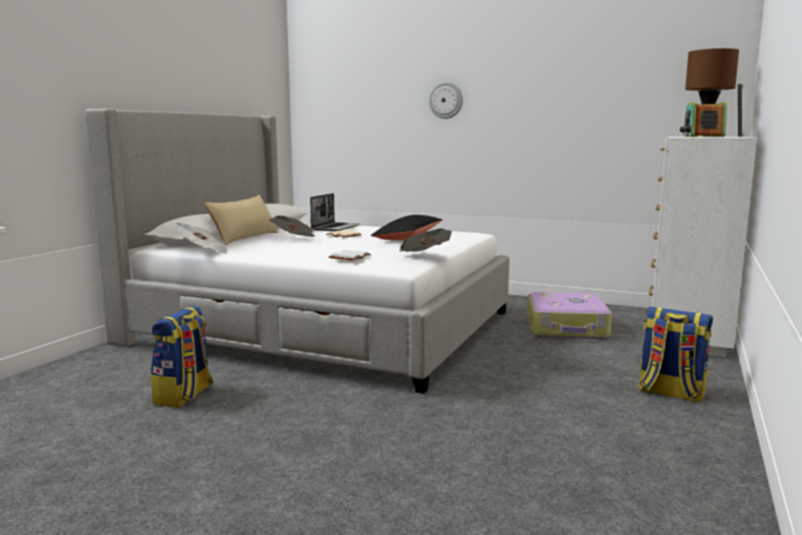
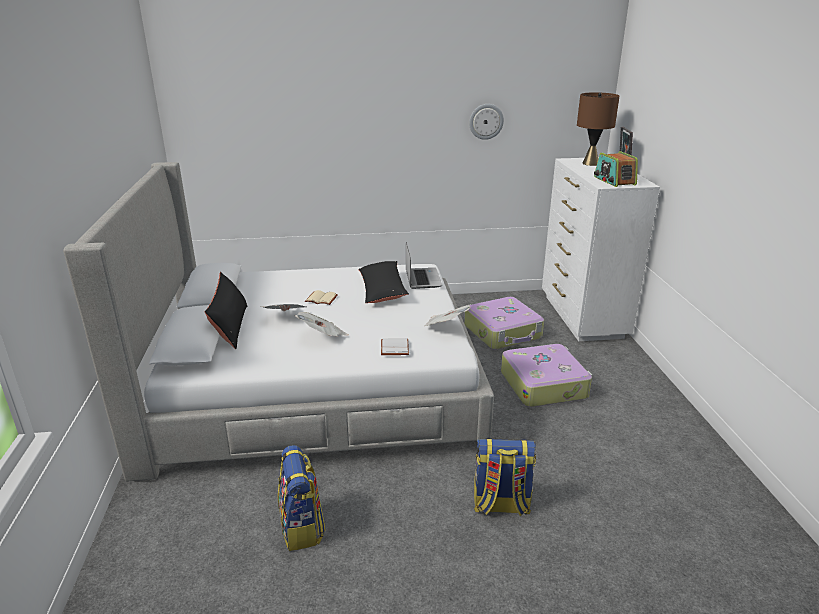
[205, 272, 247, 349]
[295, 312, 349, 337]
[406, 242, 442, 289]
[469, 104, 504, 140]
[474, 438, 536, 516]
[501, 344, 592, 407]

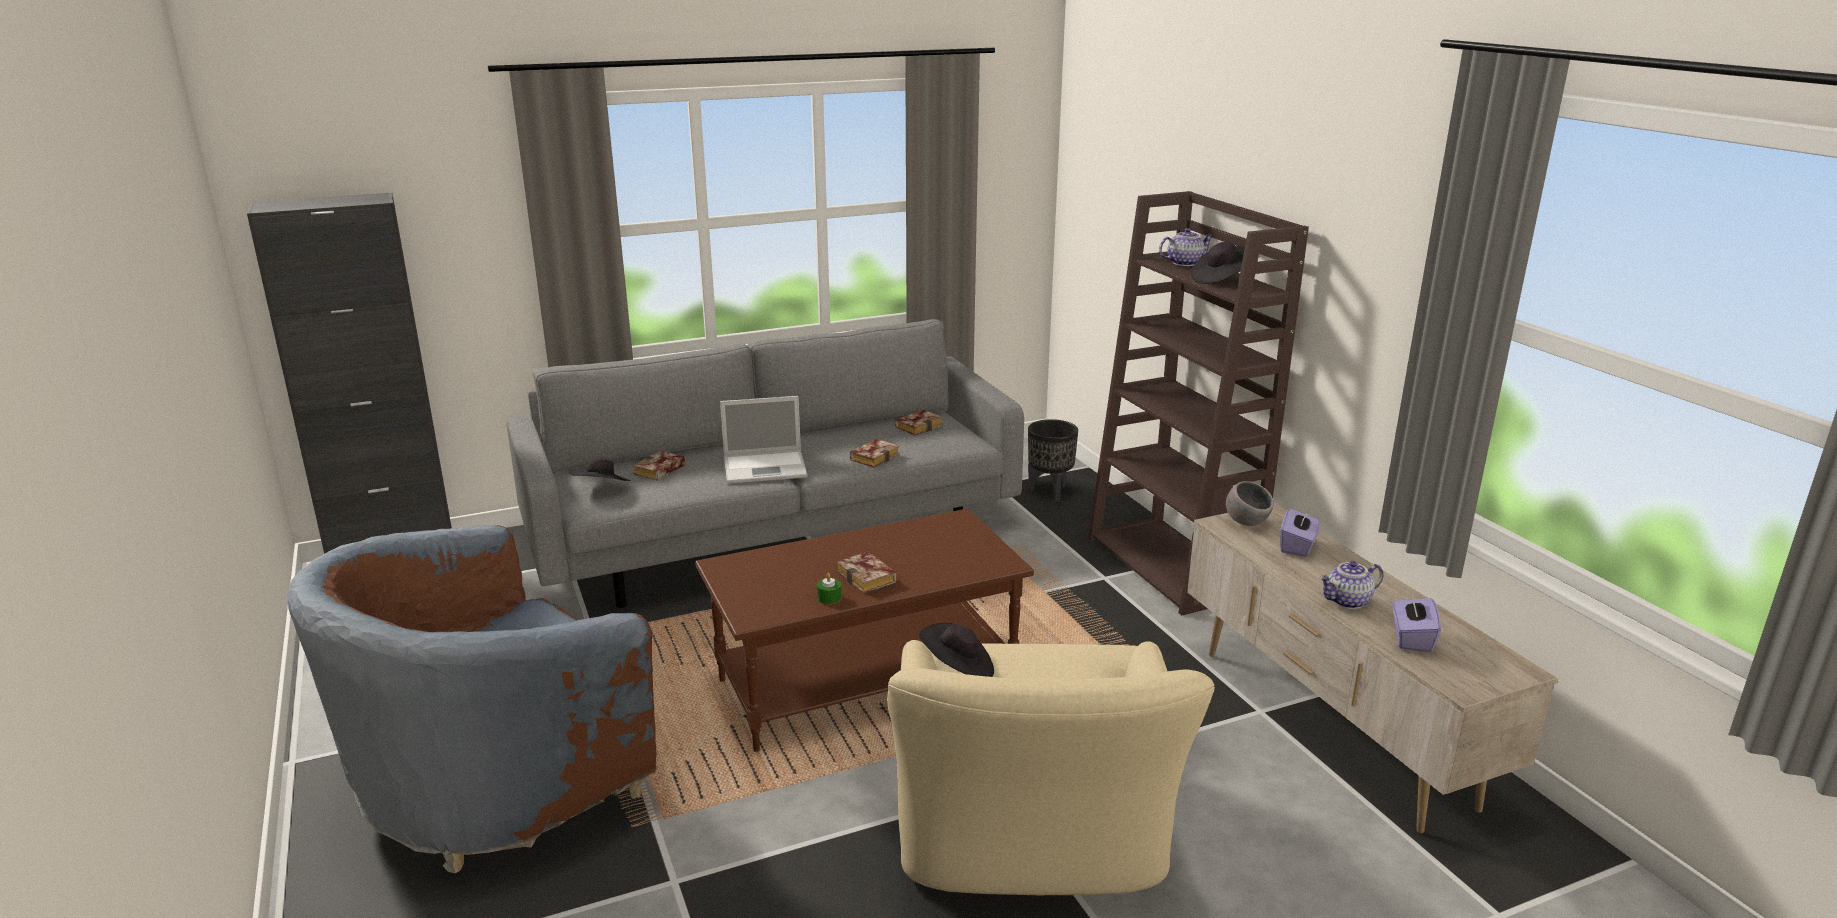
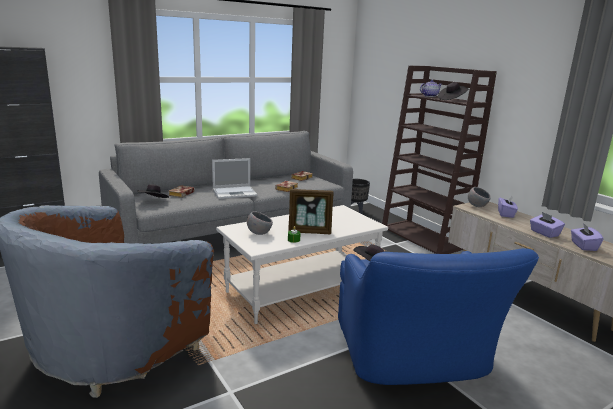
[216, 205, 388, 324]
[247, 211, 273, 235]
[288, 189, 334, 235]
[338, 248, 539, 385]
[530, 212, 565, 238]

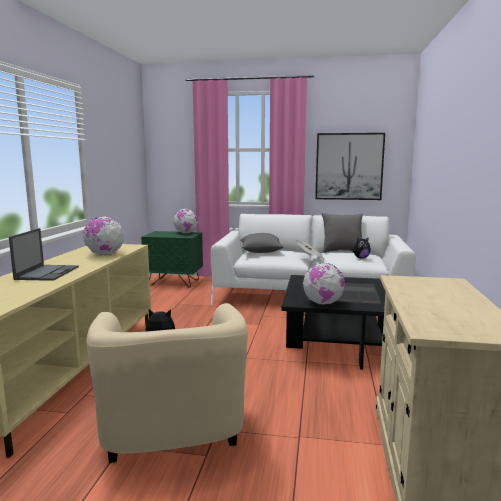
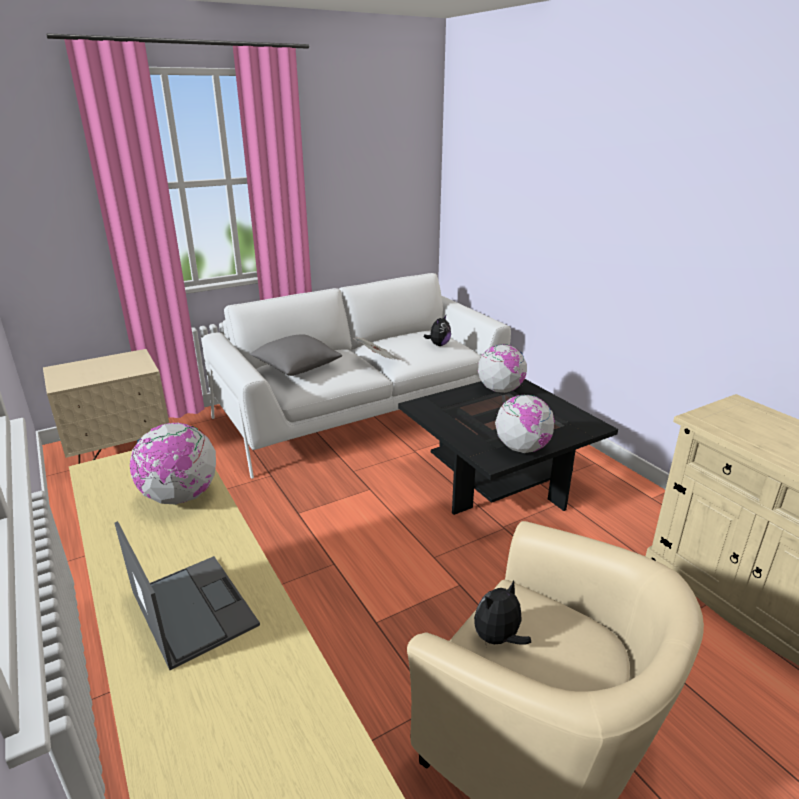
[43, 349, 169, 464]
[478, 344, 527, 393]
[315, 133, 385, 200] (first image)
[322, 213, 363, 253] (first image)

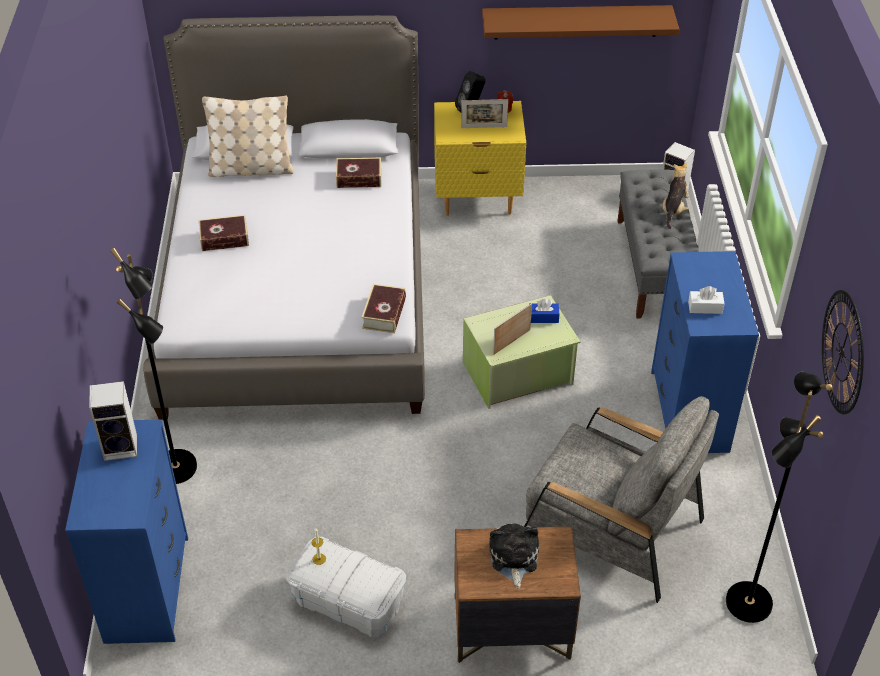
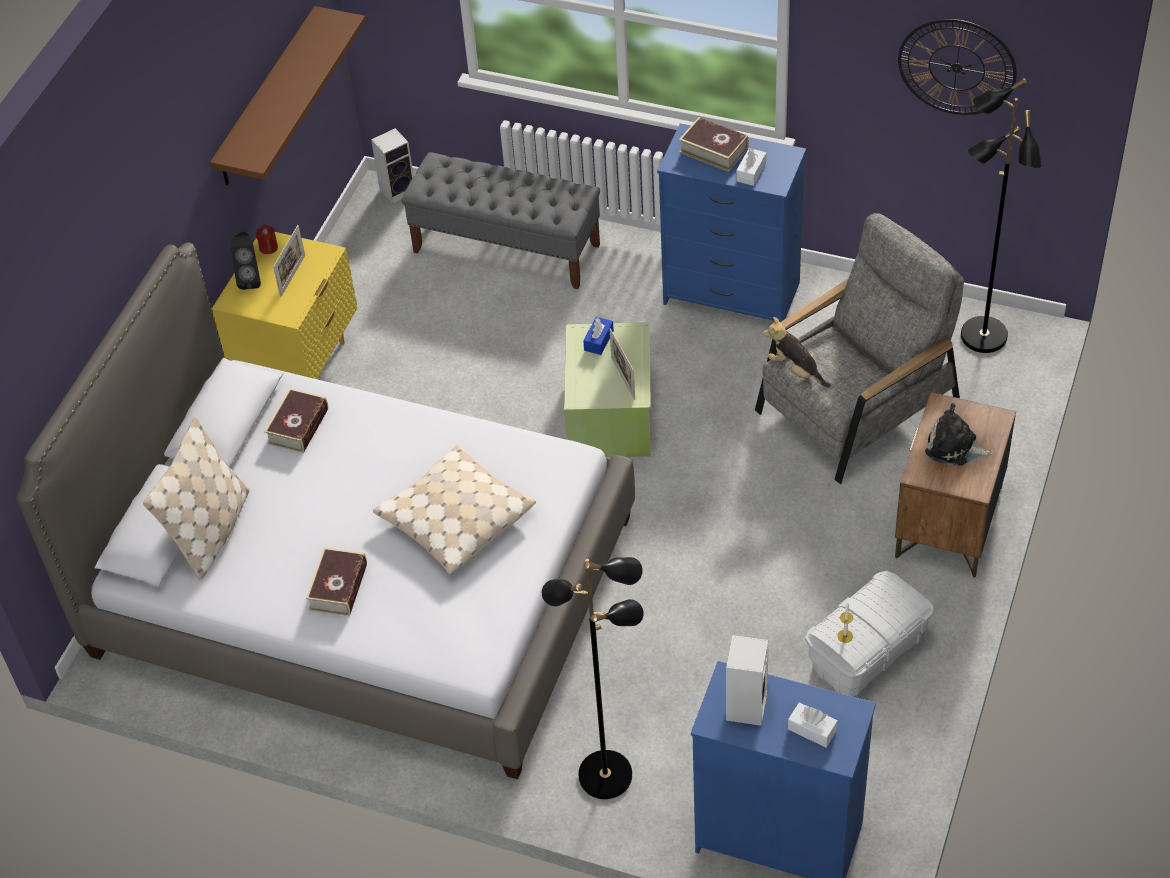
[373, 445, 536, 574]
[679, 117, 748, 172]
[763, 317, 831, 388]
[788, 702, 838, 748]

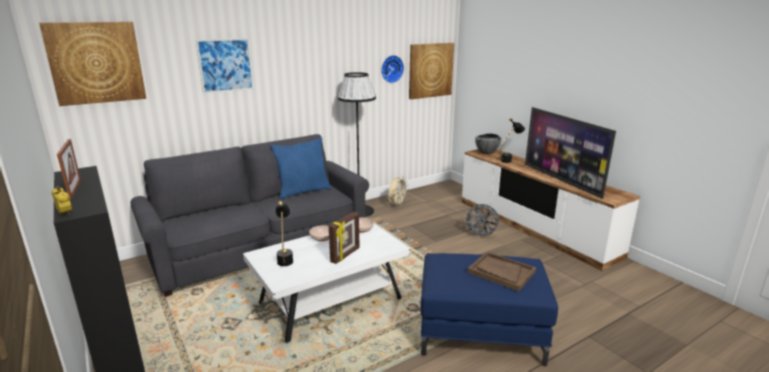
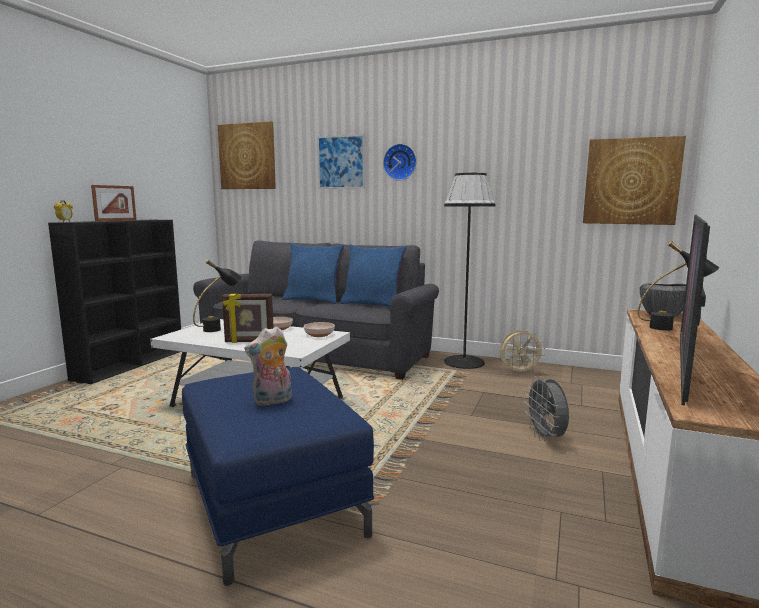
[244, 326, 292, 406]
[282, 243, 344, 304]
[383, 144, 417, 181]

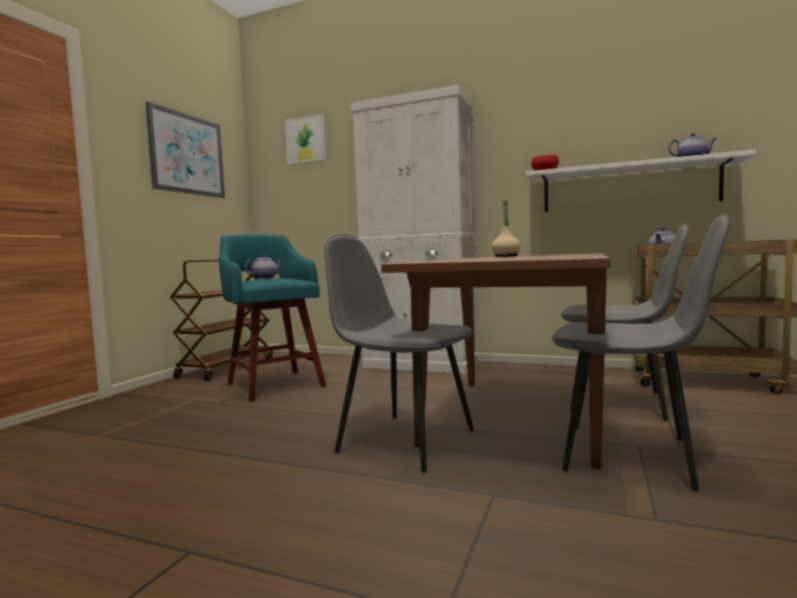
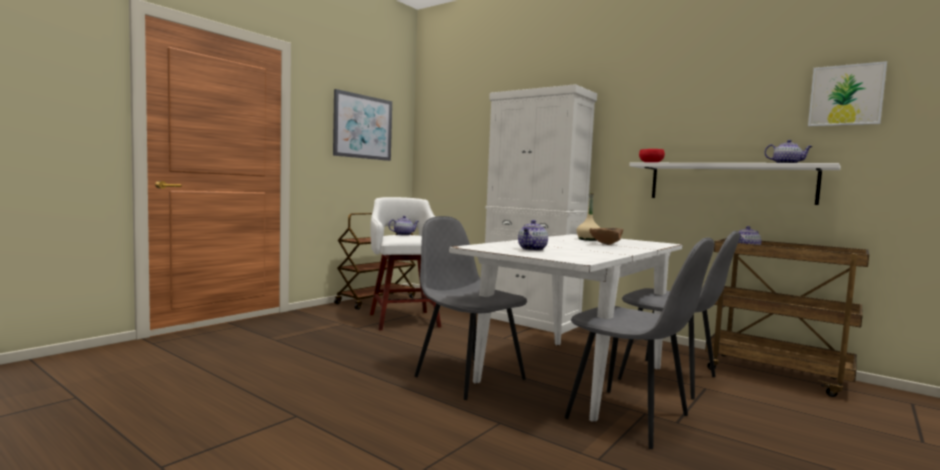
[370, 197, 441, 330]
[449, 234, 683, 422]
[518, 220, 548, 251]
[589, 228, 623, 245]
[808, 61, 887, 126]

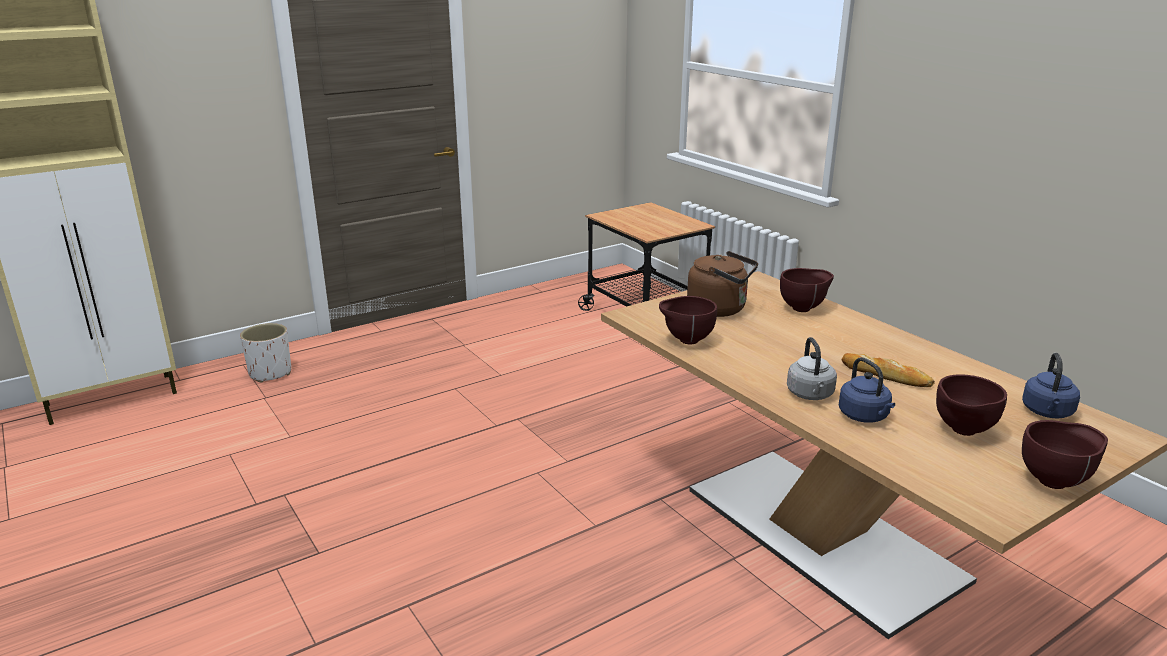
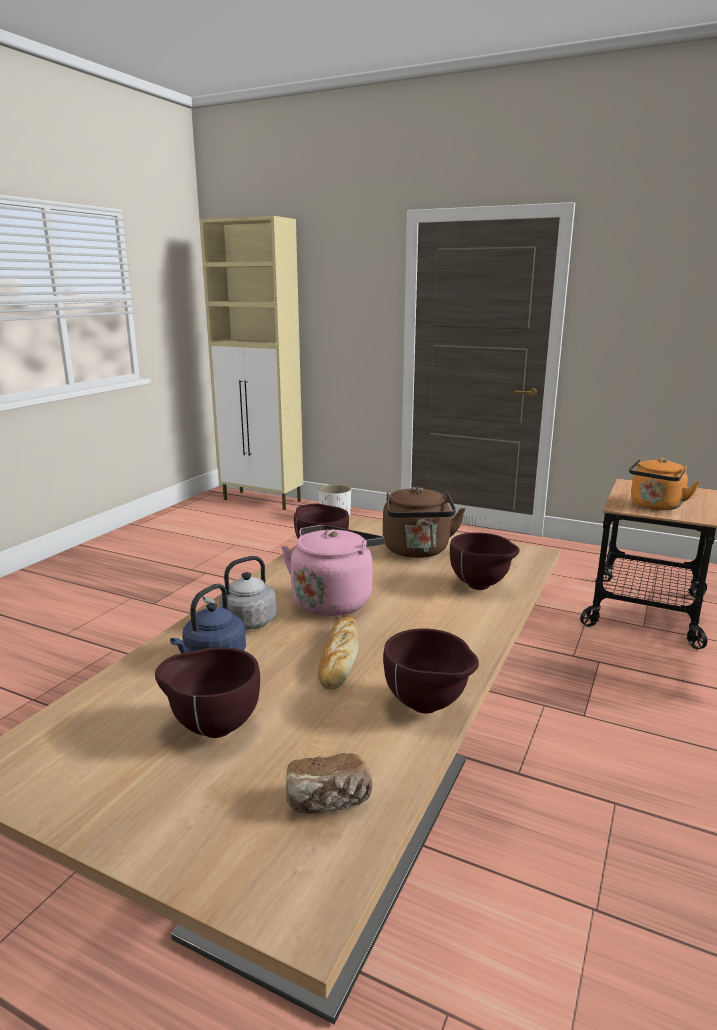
[281, 525, 385, 616]
[286, 753, 372, 814]
[383, 628, 479, 714]
[629, 458, 700, 510]

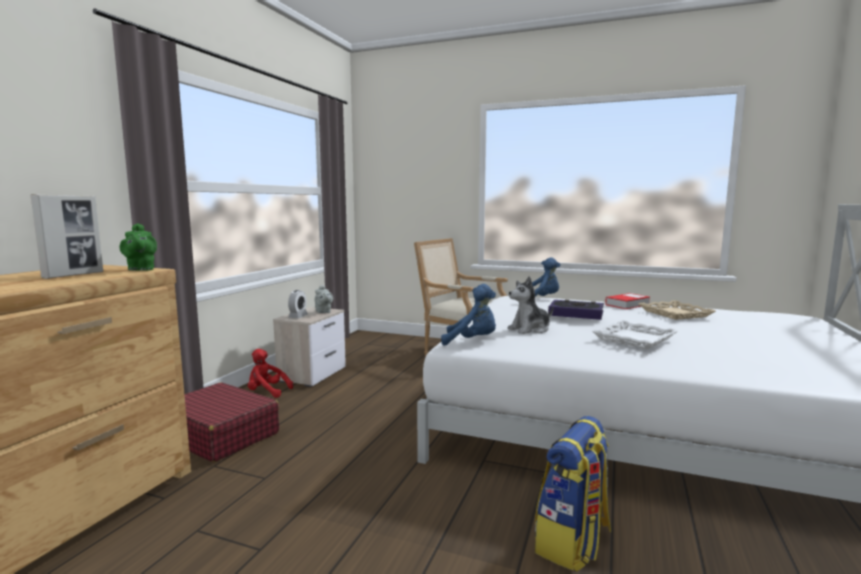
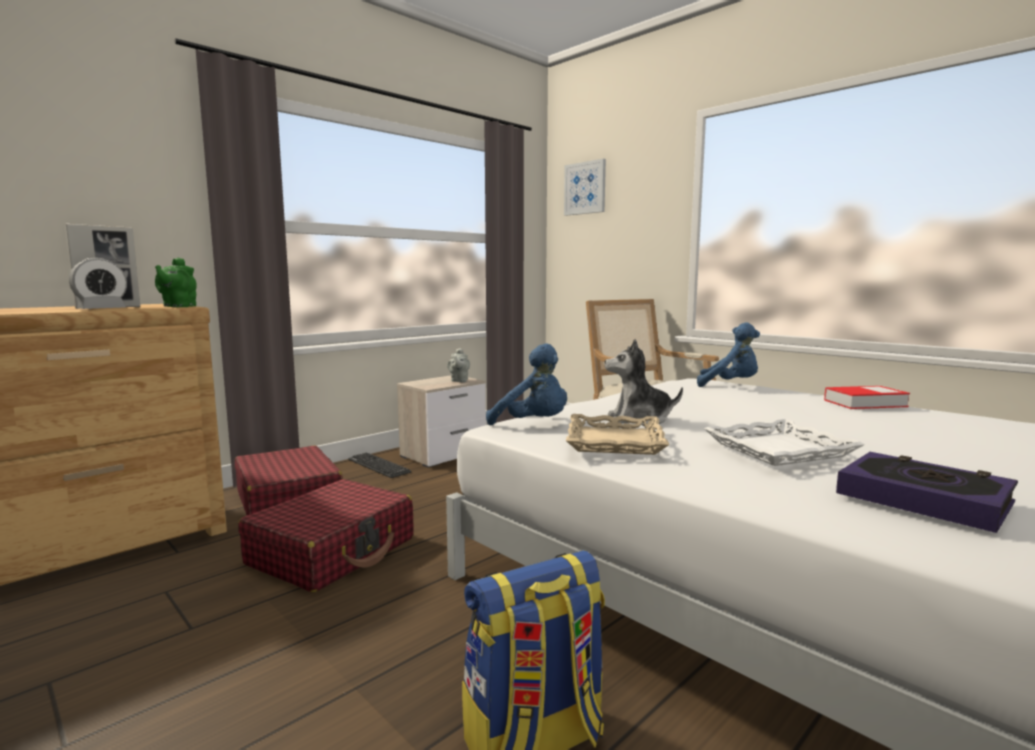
[69, 258, 127, 309]
[238, 479, 414, 592]
[348, 452, 411, 478]
[564, 158, 606, 216]
[566, 414, 669, 455]
[836, 452, 1018, 533]

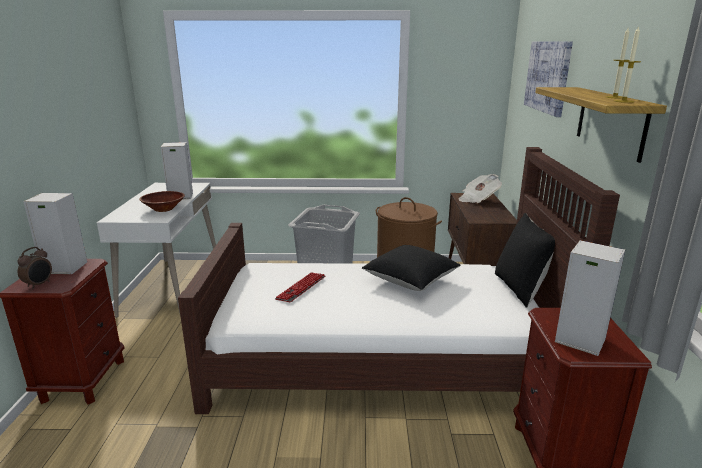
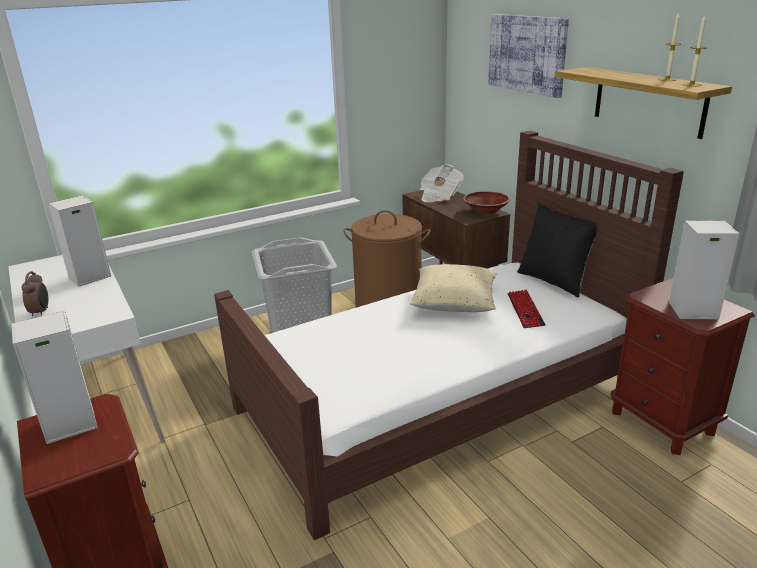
[21, 271, 48, 316]
[410, 264, 497, 312]
[463, 191, 510, 215]
[507, 289, 546, 328]

